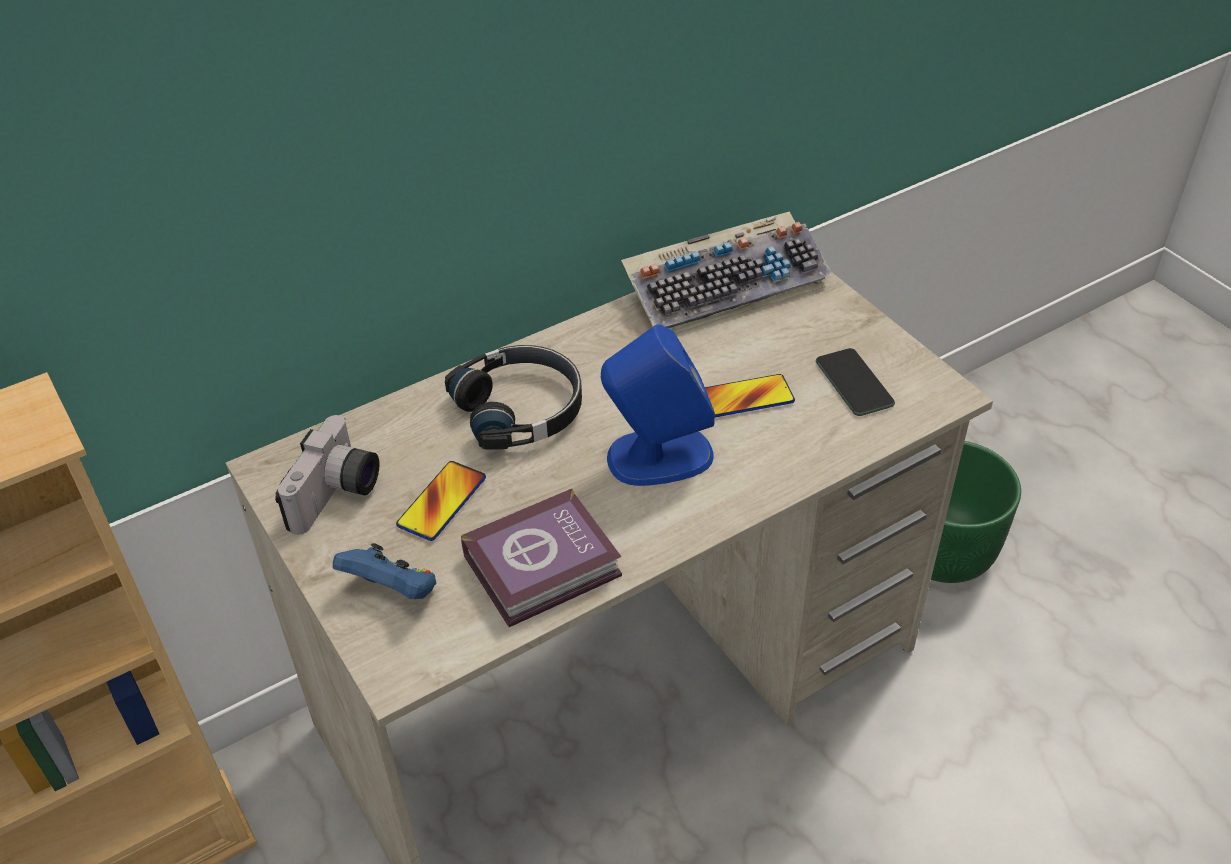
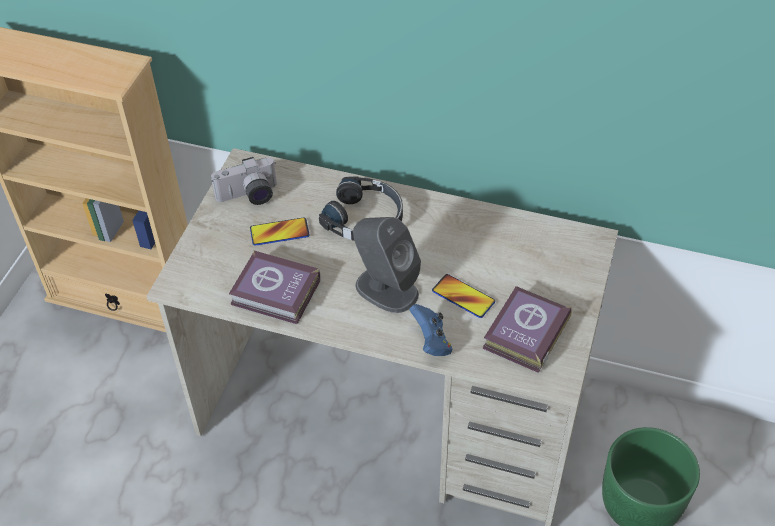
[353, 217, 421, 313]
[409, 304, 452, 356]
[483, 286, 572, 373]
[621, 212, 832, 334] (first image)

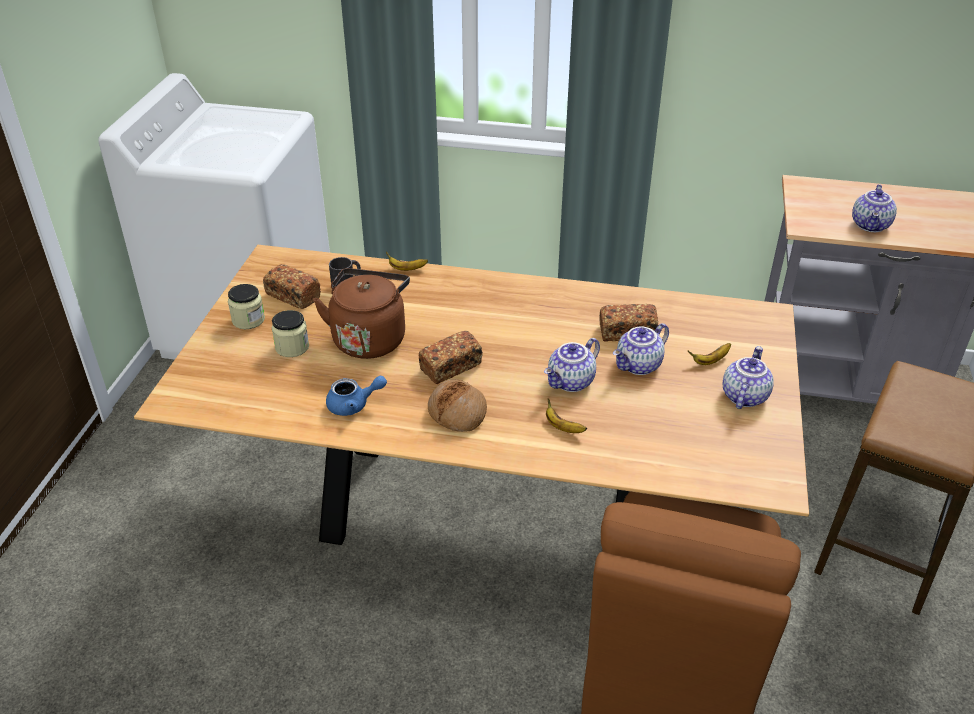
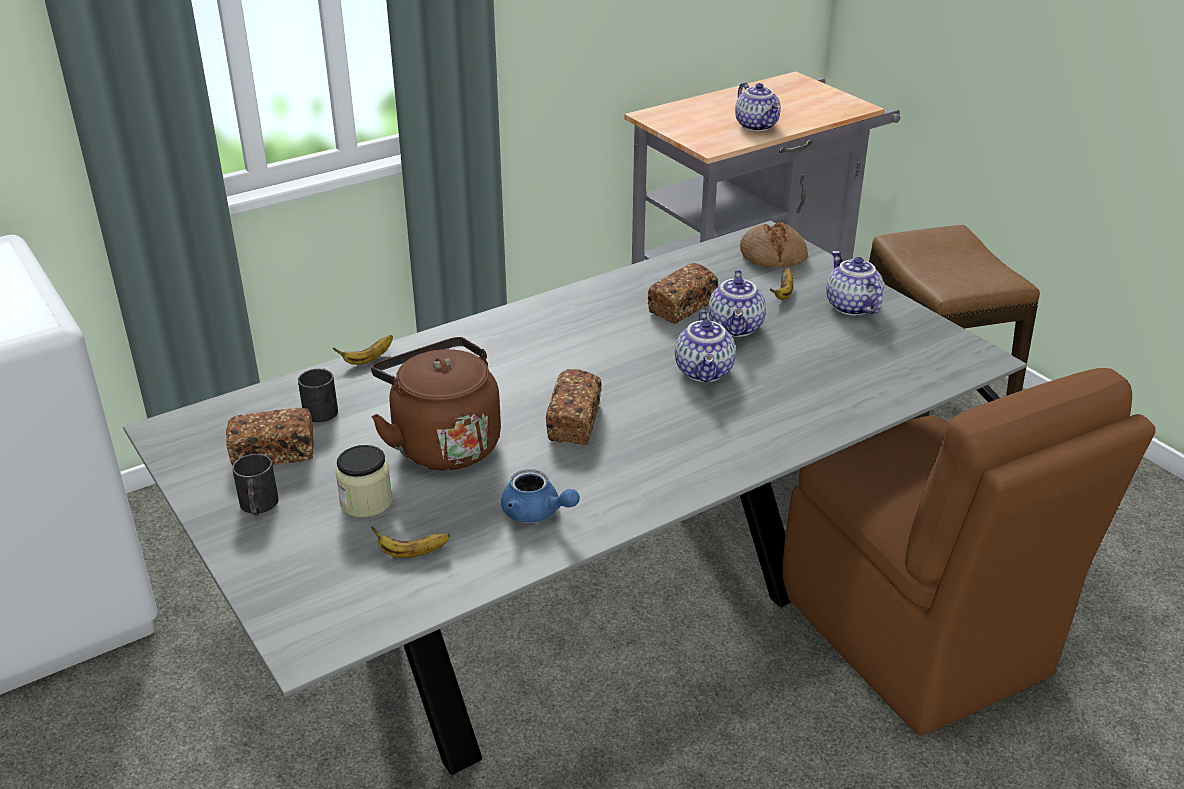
[123, 220, 1027, 775]
[232, 454, 279, 516]
[371, 526, 450, 558]
[501, 469, 580, 523]
[740, 222, 808, 268]

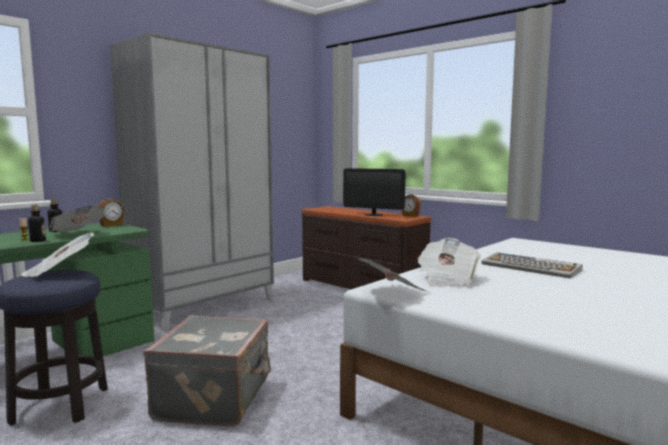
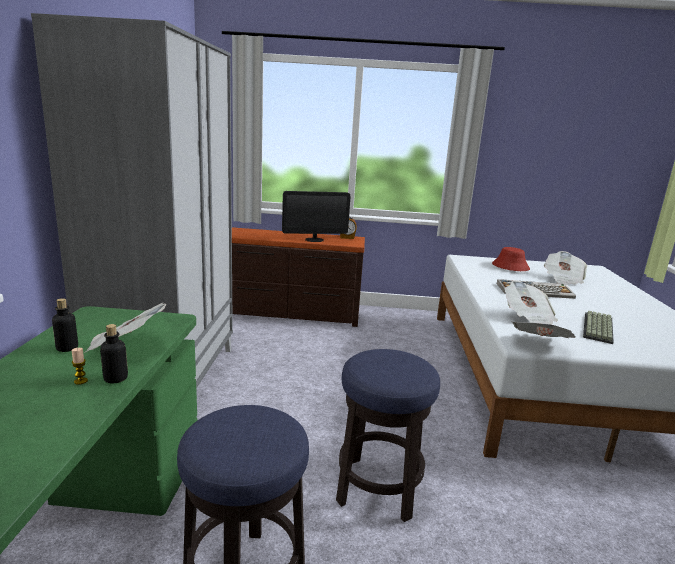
[336, 349, 440, 522]
[492, 247, 530, 271]
[544, 251, 587, 285]
[583, 311, 614, 344]
[98, 198, 124, 227] (first image)

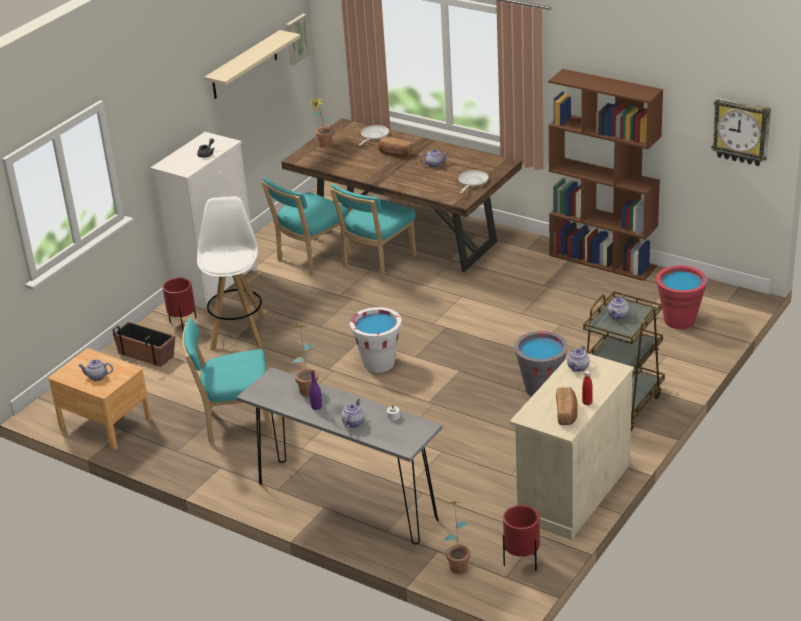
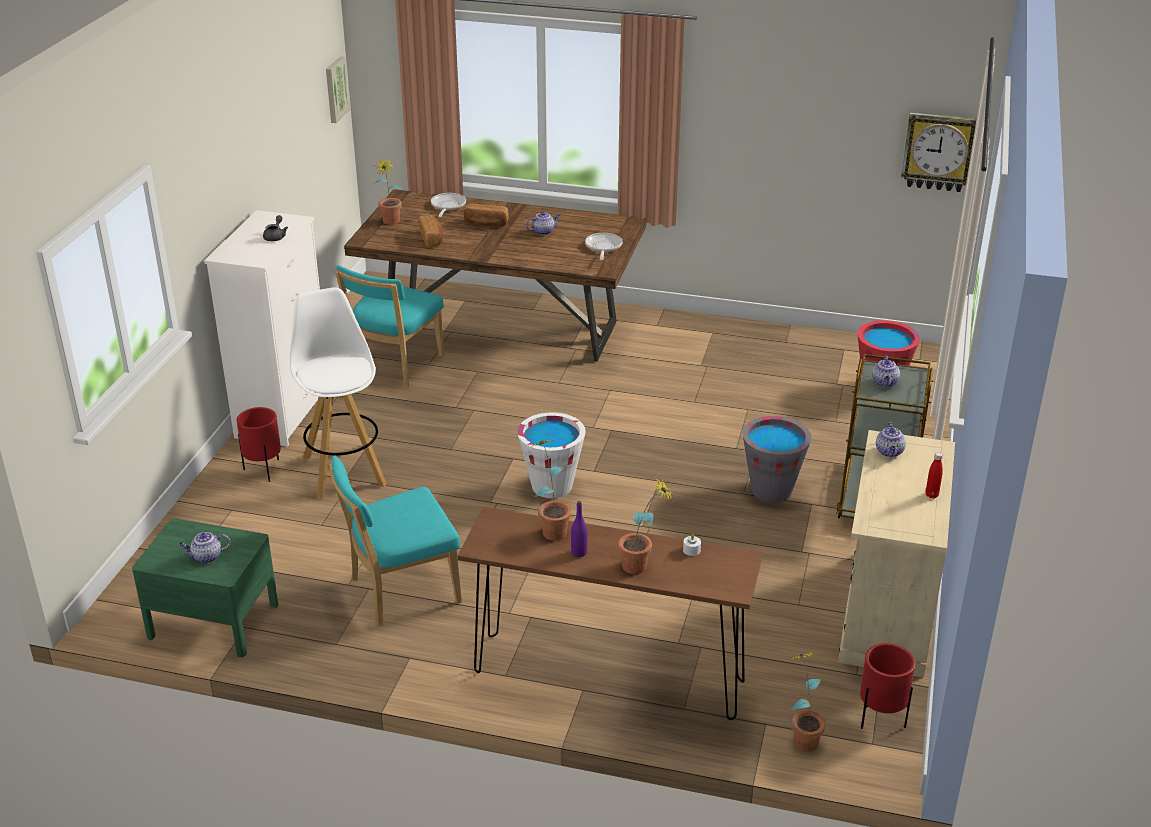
[132, 519, 278, 657]
[419, 215, 443, 247]
[458, 507, 763, 720]
[618, 477, 673, 574]
[113, 322, 175, 367] (first image)
[204, 30, 301, 99] (first image)
[330, 184, 416, 280] (first image)
[548, 69, 663, 281] (first image)

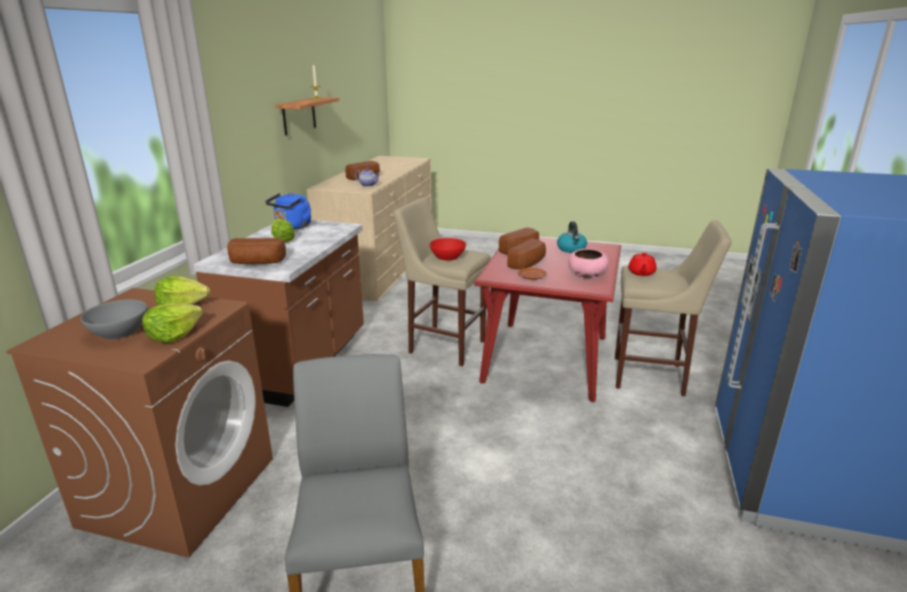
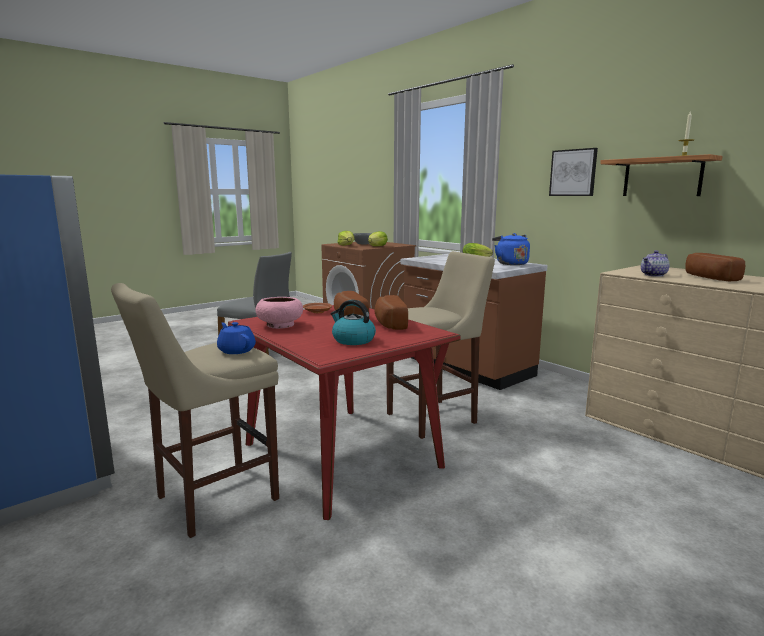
[217, 322, 256, 354]
[549, 148, 598, 196]
[227, 238, 286, 264] (first image)
[430, 238, 466, 261] (first image)

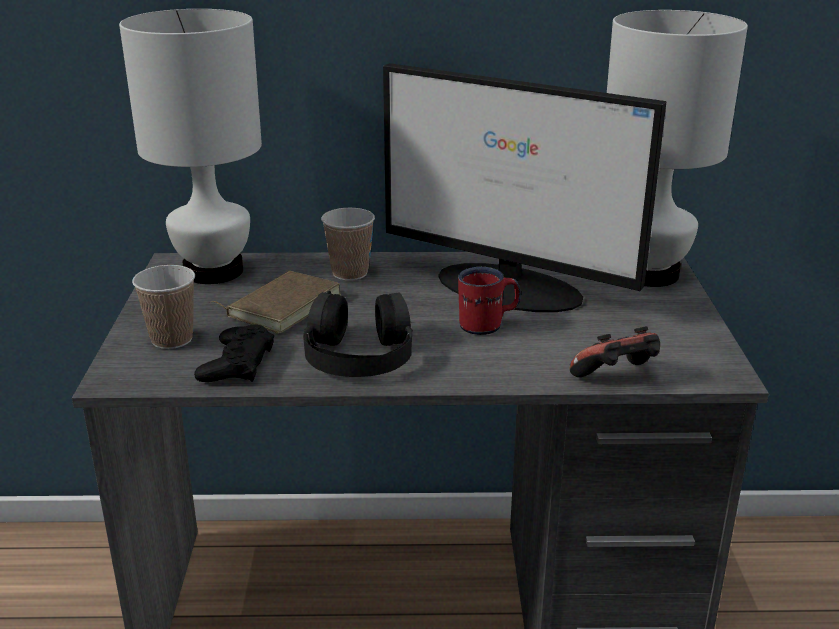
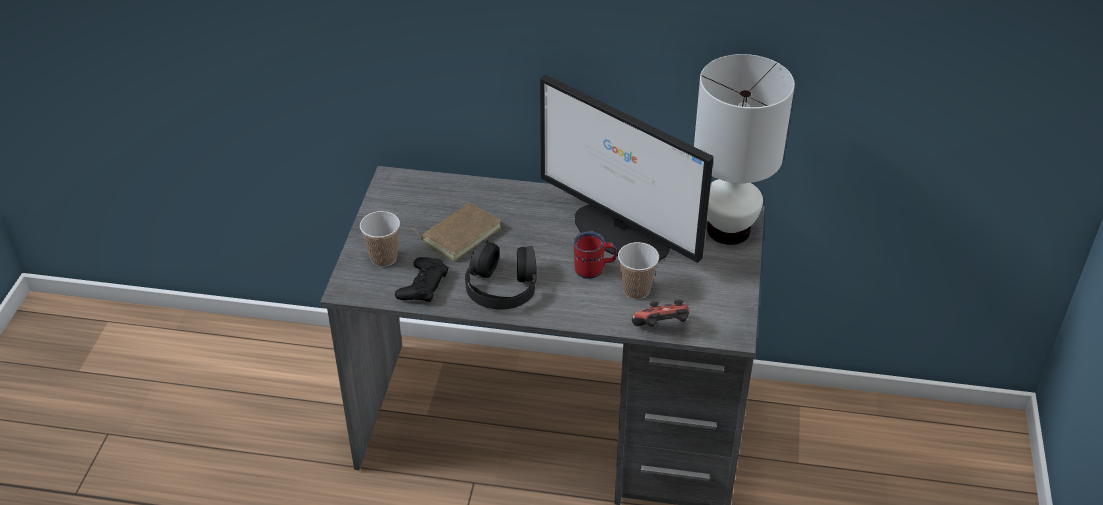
[618, 242, 659, 299]
[119, 9, 262, 284] (first image)

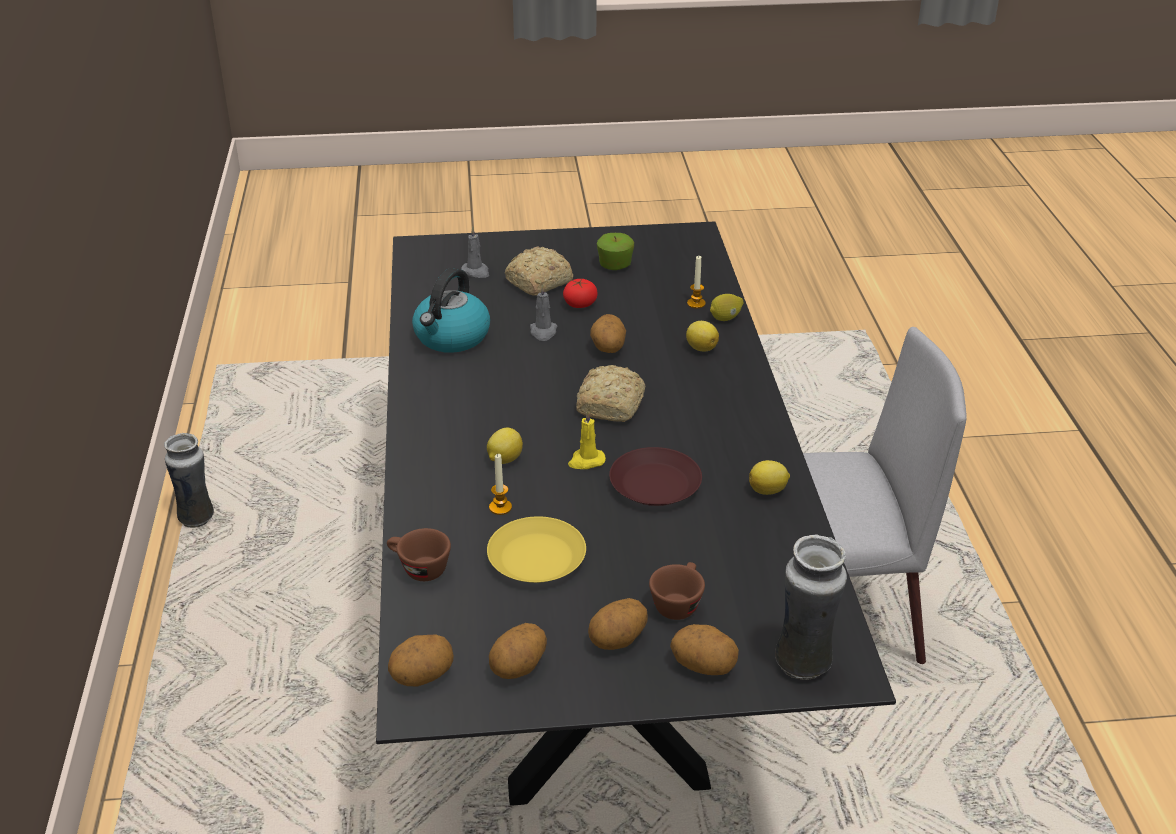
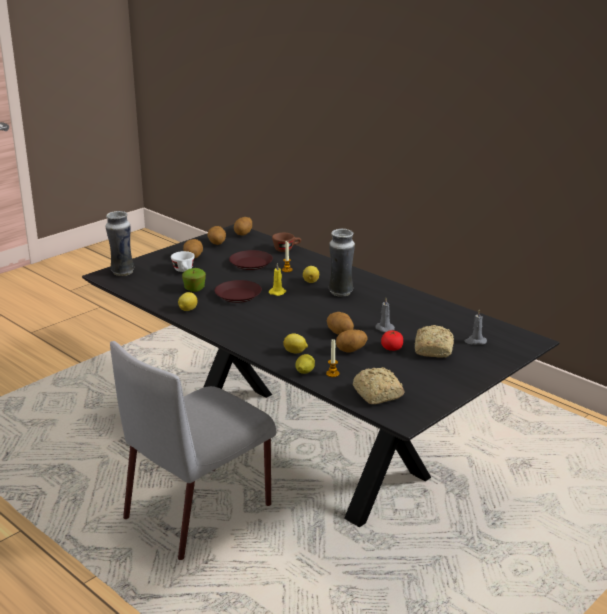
[171, 251, 195, 272]
[182, 268, 206, 292]
[229, 250, 273, 270]
[329, 229, 355, 297]
[336, 329, 368, 353]
[353, 367, 405, 404]
[412, 268, 490, 353] (first image)

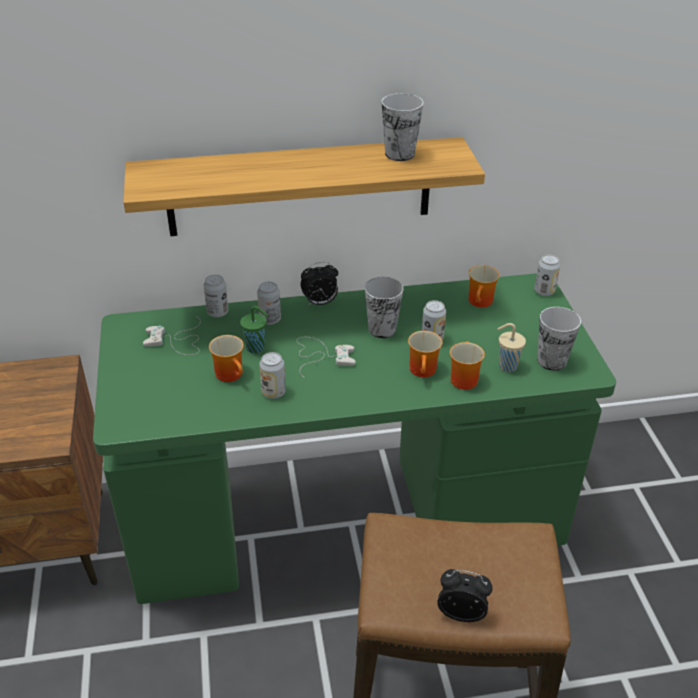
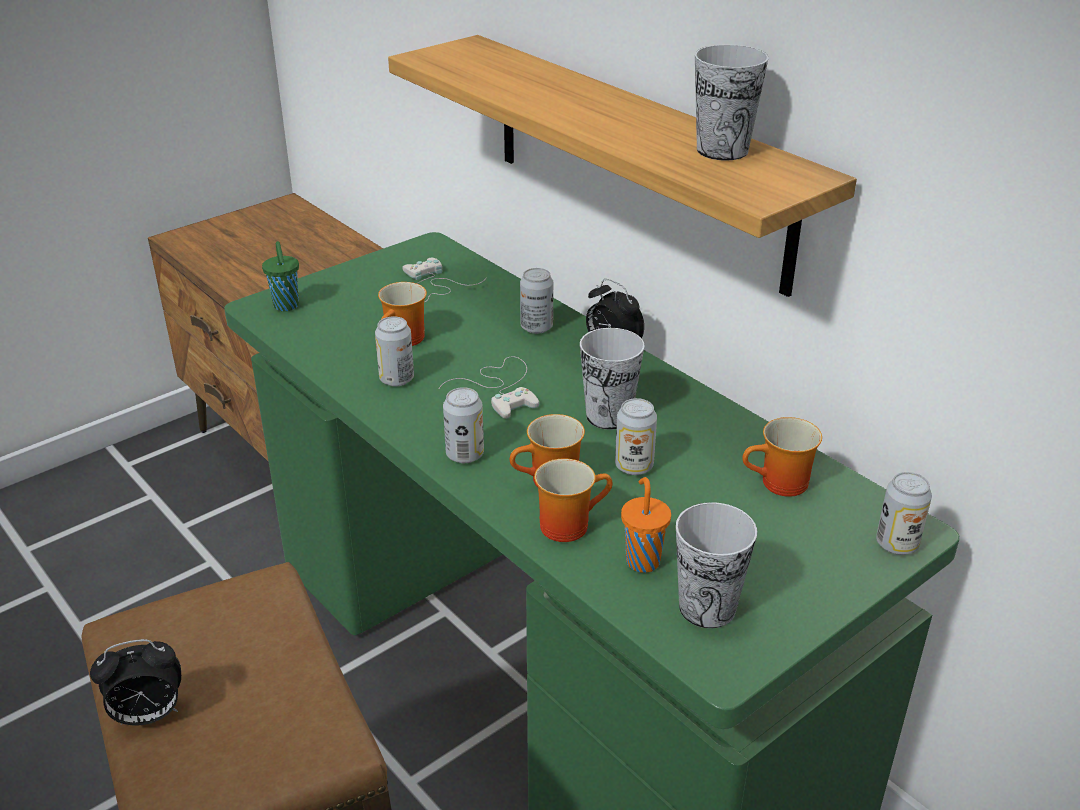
[90, 639, 181, 725]
[262, 241, 299, 311]
[443, 387, 484, 463]
[621, 477, 671, 573]

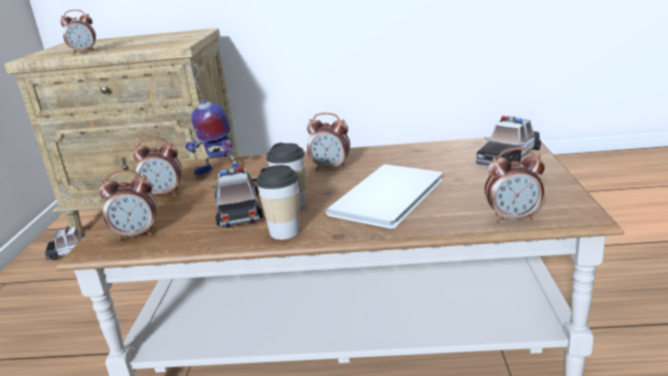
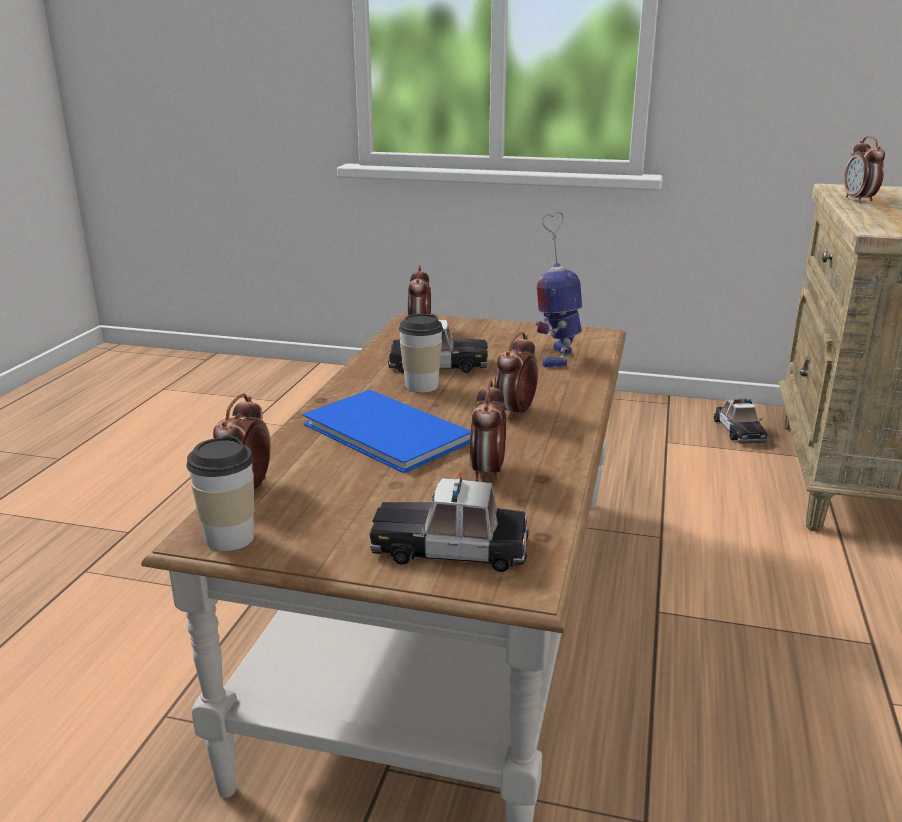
[186, 435, 254, 551]
[303, 390, 471, 473]
[369, 472, 529, 572]
[470, 379, 506, 481]

